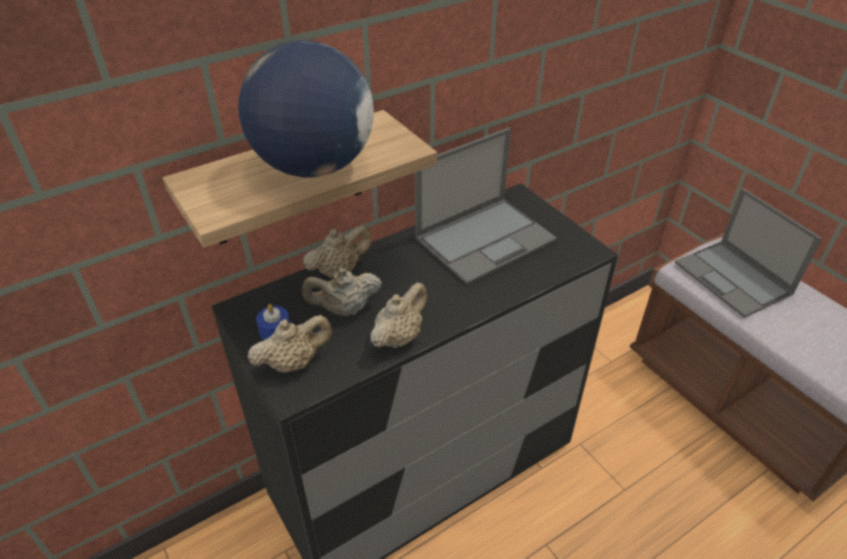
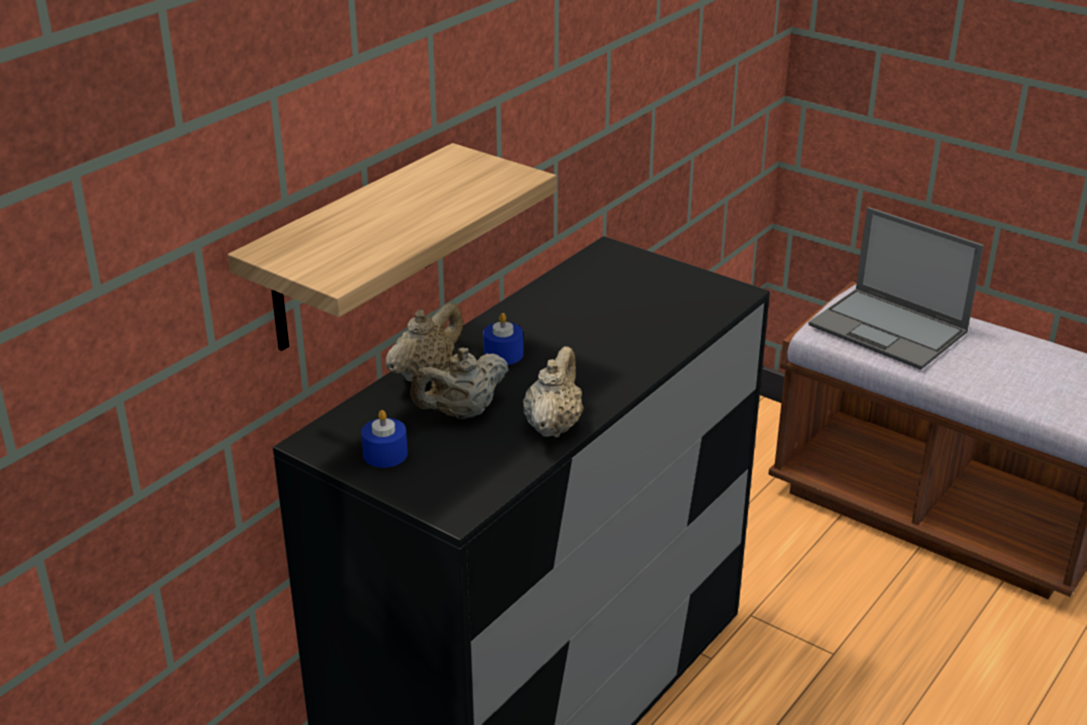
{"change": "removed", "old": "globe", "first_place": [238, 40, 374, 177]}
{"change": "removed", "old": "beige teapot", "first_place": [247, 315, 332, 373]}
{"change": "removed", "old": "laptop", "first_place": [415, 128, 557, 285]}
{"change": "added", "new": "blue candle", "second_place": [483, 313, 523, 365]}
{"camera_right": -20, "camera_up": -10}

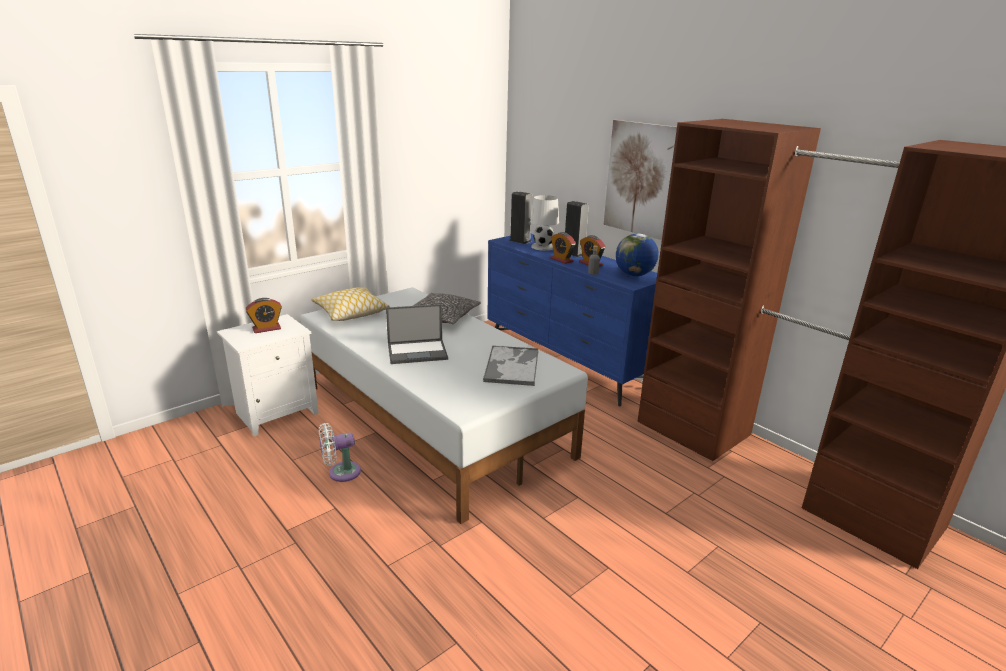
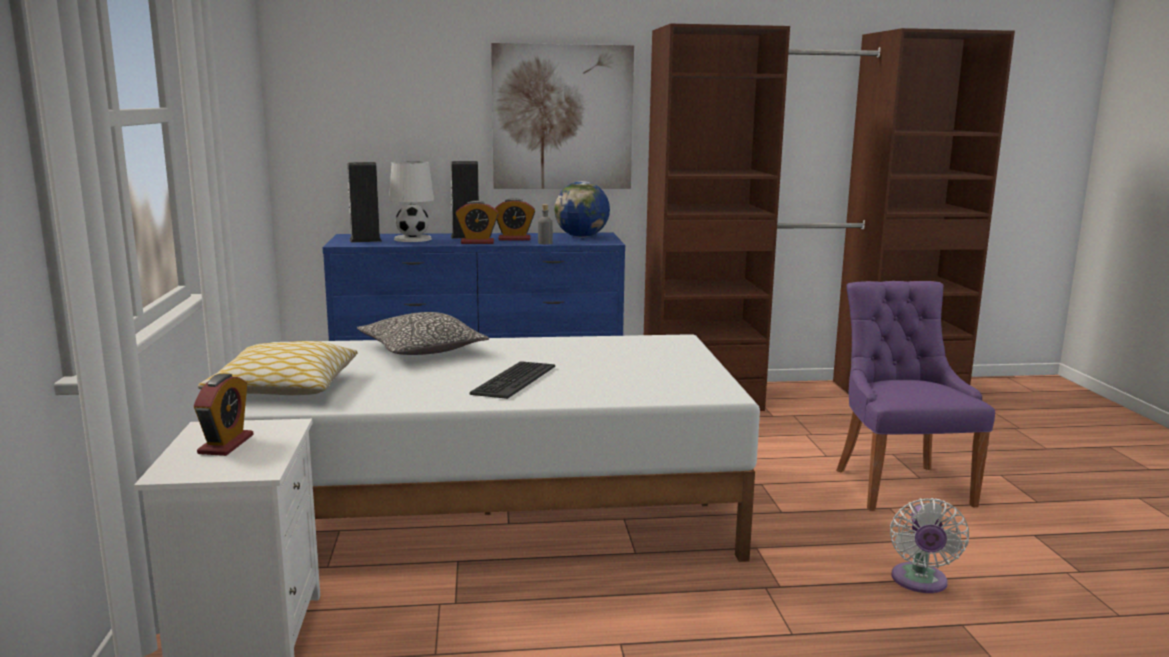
{"change": "removed", "old": "tray", "first_place": [483, 346, 539, 386]}
{"change": "added", "new": "purple chair", "second_place": [836, 281, 995, 511]}
{"change": "moved", "old": "white fan", "first_place": [319, 423, 361, 482], "second_place": [890, 498, 969, 593]}
{"change": "replaced", "old": "laptop", "new": "keyboard", "first_place": [386, 304, 448, 364], "second_place": [470, 361, 555, 399]}
{"camera_right": -55, "camera_up": -10}

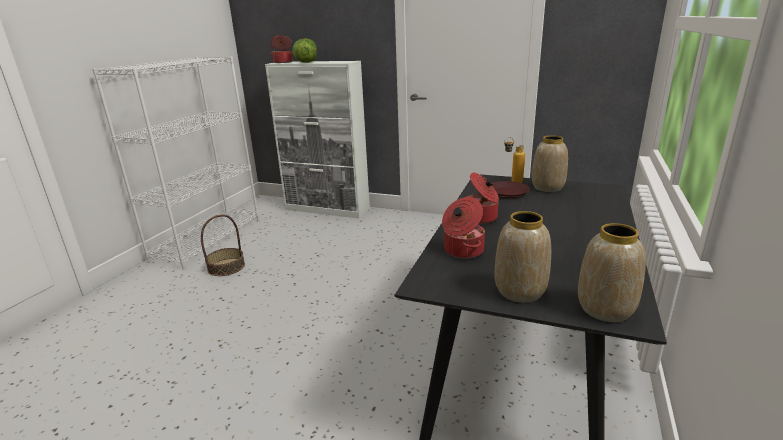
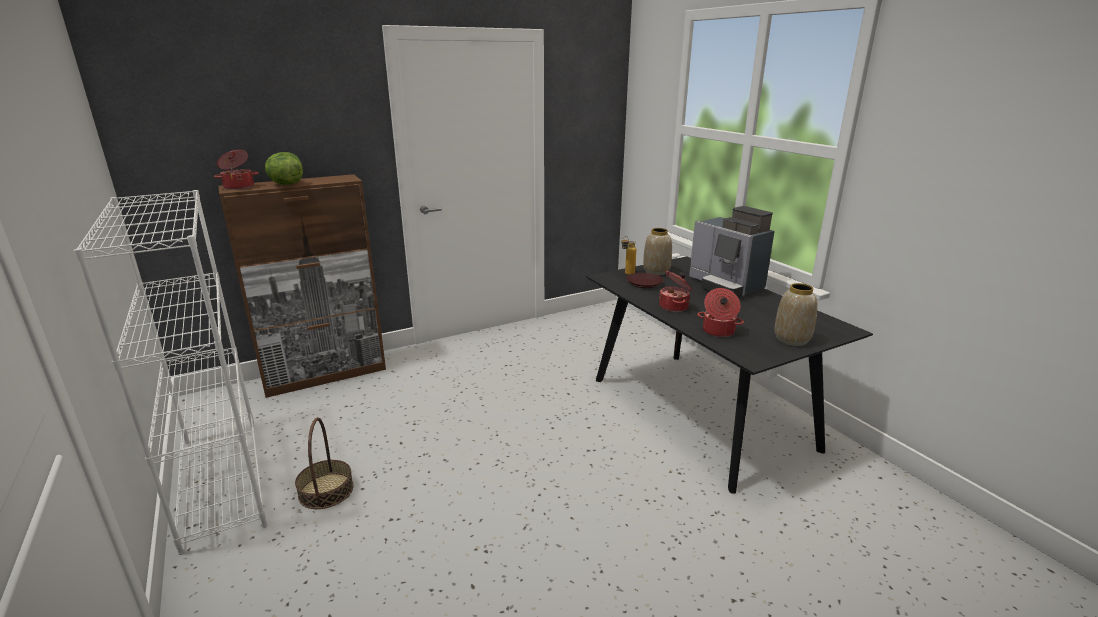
{"change": "removed", "old": "vase", "first_place": [578, 223, 646, 322]}
{"change": "added", "new": "coffee machine", "second_place": [689, 206, 775, 297]}
{"change": "recoloured", "old": "white cabinet", "new": "brown cabinet", "first_place": [265, 61, 370, 218], "second_place": [219, 174, 386, 398]}
{"camera_right": -50, "camera_up": 0}

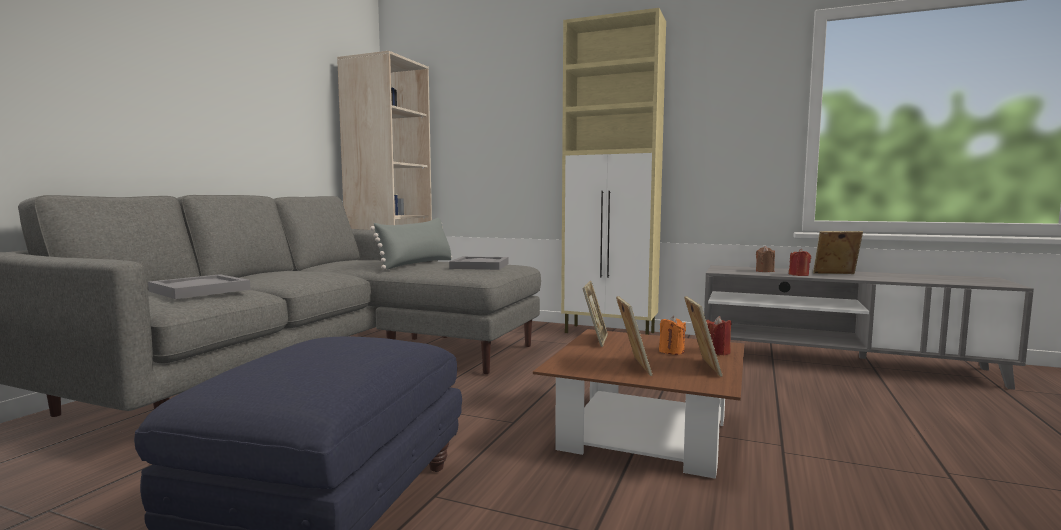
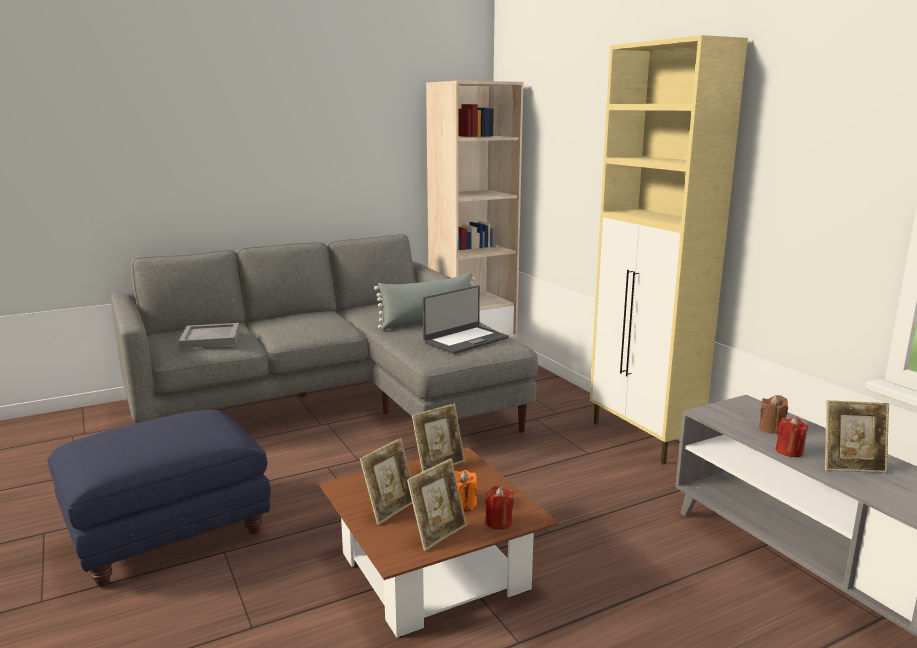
{"change": "replaced", "old": "grey tray", "new": "laptop", "first_place": [449, 256, 508, 270], "second_place": [423, 285, 509, 354]}
{"change": "turned", "old": "picture frame", "first_place": [813, 231, 863, 274], "second_place": [825, 400, 889, 473], "degrees": 135}
{"camera_right": 40, "camera_up": 10}

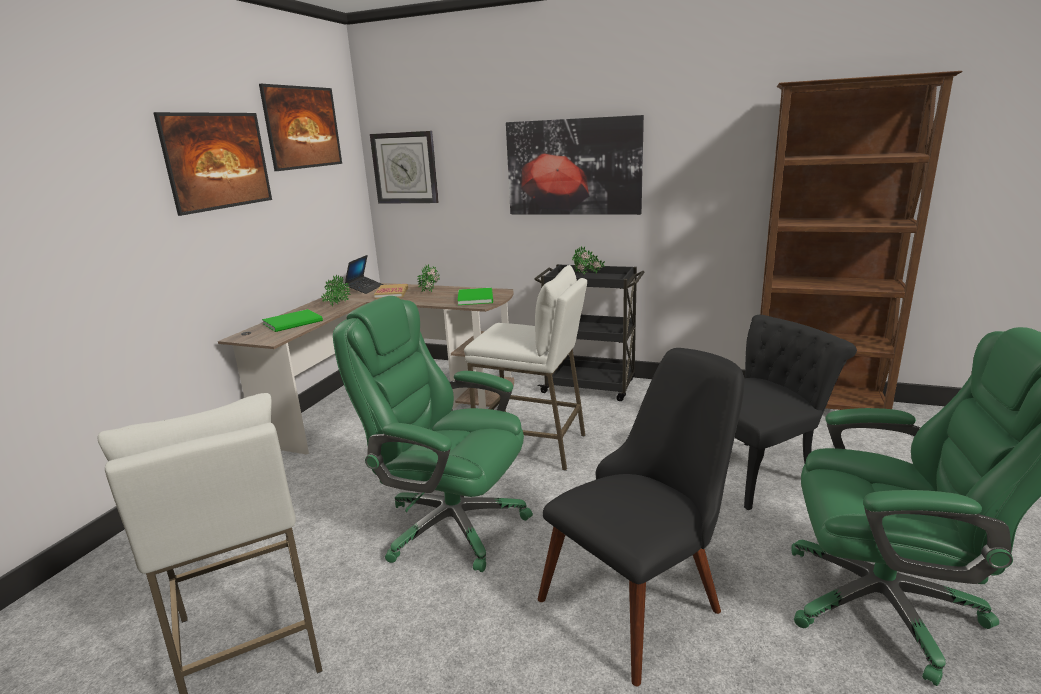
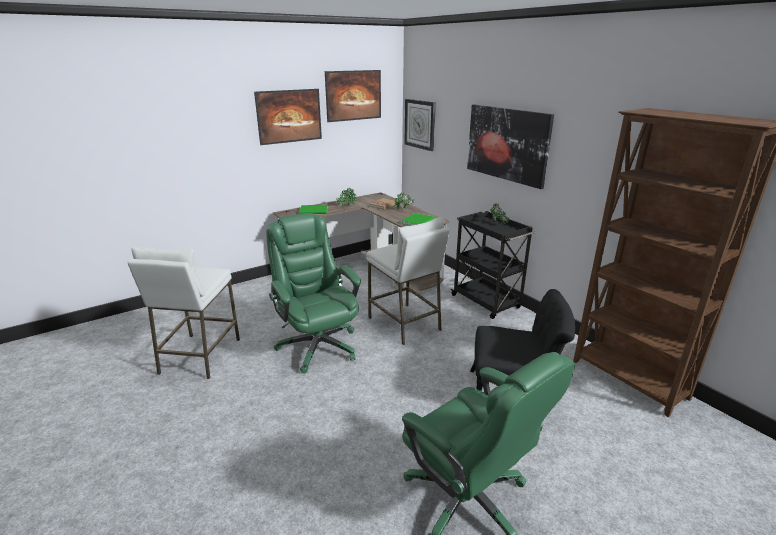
{"change": "removed", "old": "laptop", "first_place": [344, 255, 383, 294]}
{"change": "removed", "old": "black chair", "first_place": [538, 348, 744, 686]}
{"camera_right": 35, "camera_up": 5}

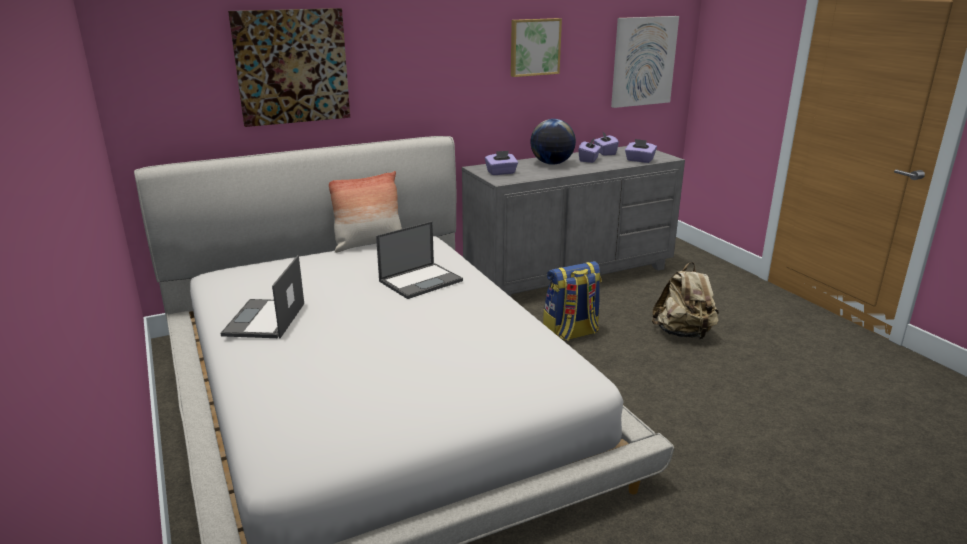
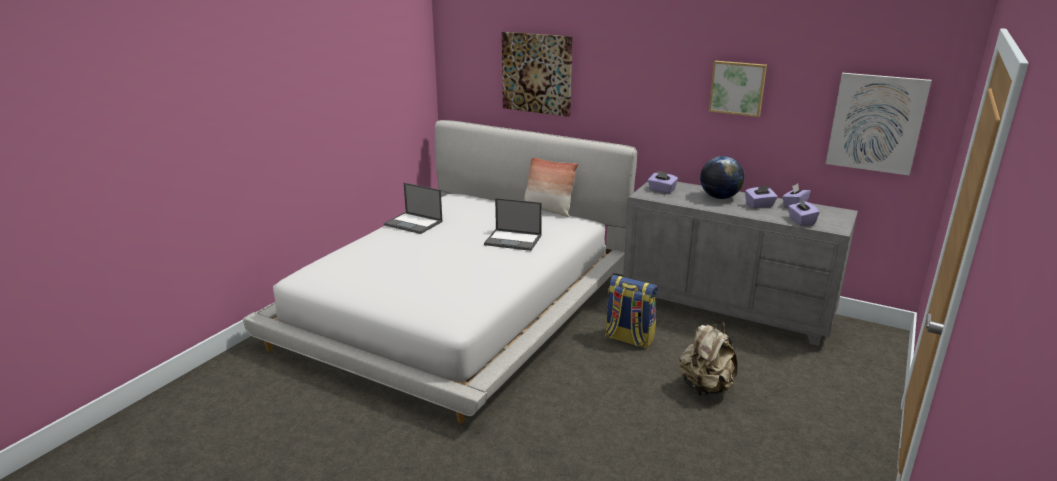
{"change": "turned", "old": "laptop", "first_place": [221, 255, 304, 338], "second_place": [384, 183, 443, 234], "degrees": -120}
{"camera_right": 55, "camera_up": 0}

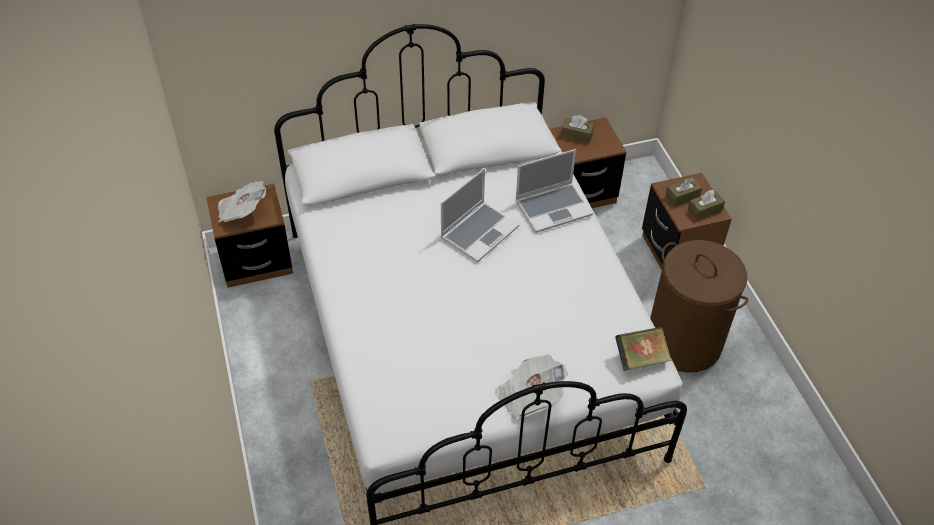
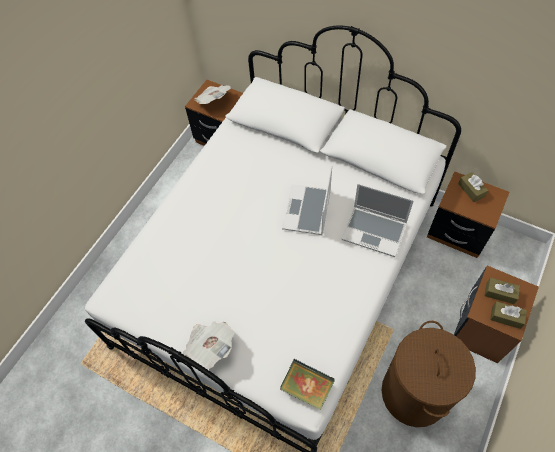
{"change": "turned", "old": "laptop", "first_place": [441, 168, 519, 262], "second_place": [282, 166, 332, 235], "degrees": 105}
{"camera_right": 50, "camera_up": 10}

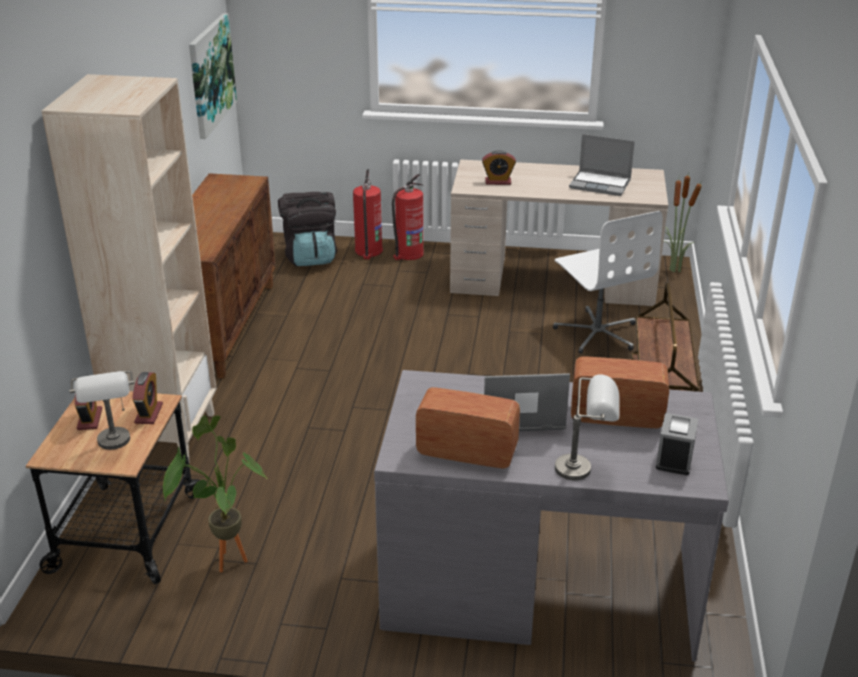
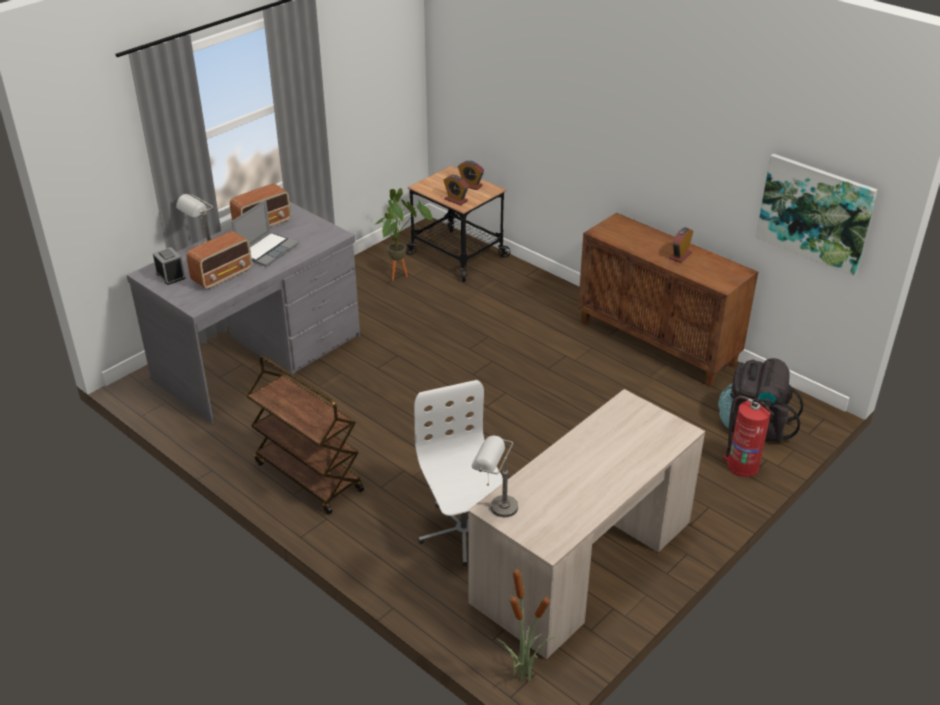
{"change": "removed", "old": "beige bookcase", "first_place": [42, 74, 217, 460]}
{"change": "removed", "old": "fire extinguisher", "first_place": [392, 174, 424, 260]}
{"change": "removed", "old": "laptop", "first_place": [569, 134, 635, 196]}
{"change": "moved", "old": "grey table lamp", "first_place": [69, 371, 134, 450], "second_place": [472, 436, 518, 517]}
{"change": "moved", "old": "alarm clock", "first_place": [482, 150, 516, 185], "second_place": [669, 227, 693, 263]}
{"change": "turned", "old": "white office chair", "first_place": [553, 211, 663, 354], "second_place": [414, 380, 503, 567], "degrees": 60}
{"camera_right": 125, "camera_up": 5}

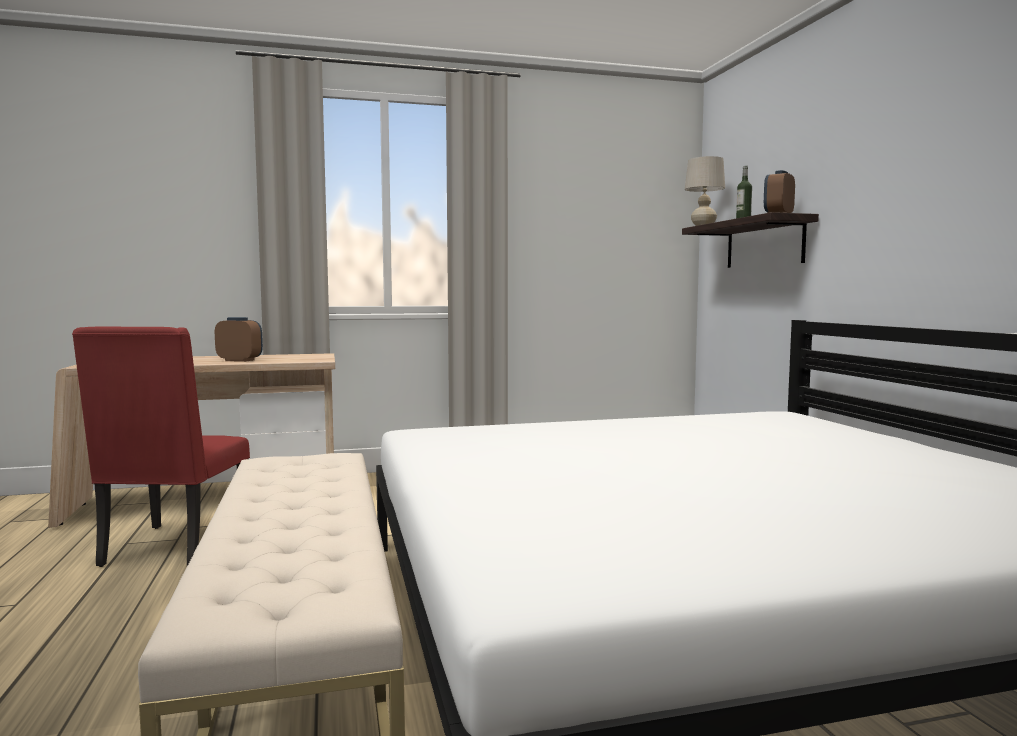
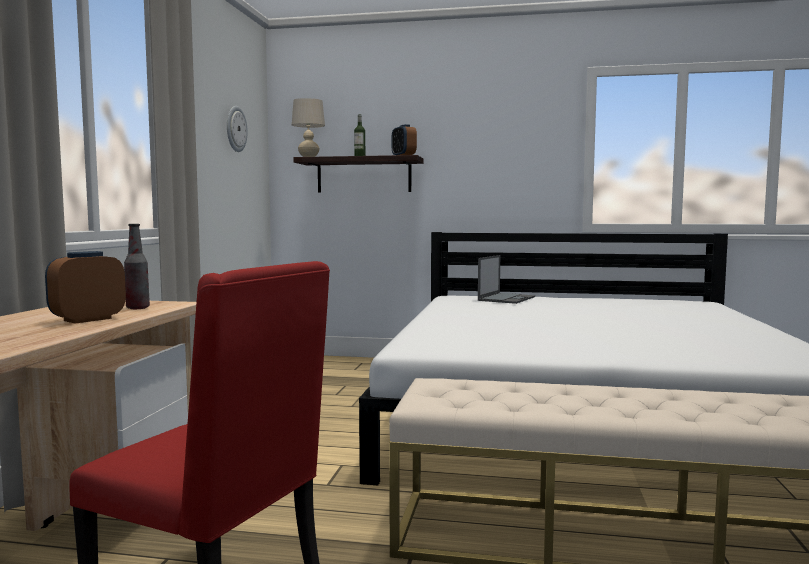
{"change": "added", "new": "bottle", "second_place": [124, 224, 150, 309]}
{"change": "added", "new": "wall clock", "second_place": [227, 106, 248, 152]}
{"change": "added", "new": "laptop", "second_place": [478, 255, 535, 304]}
{"camera_right": -65, "camera_up": 0}

